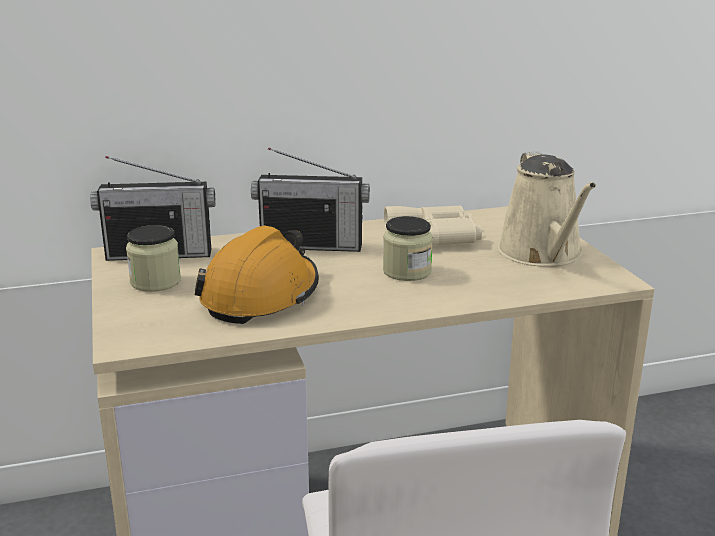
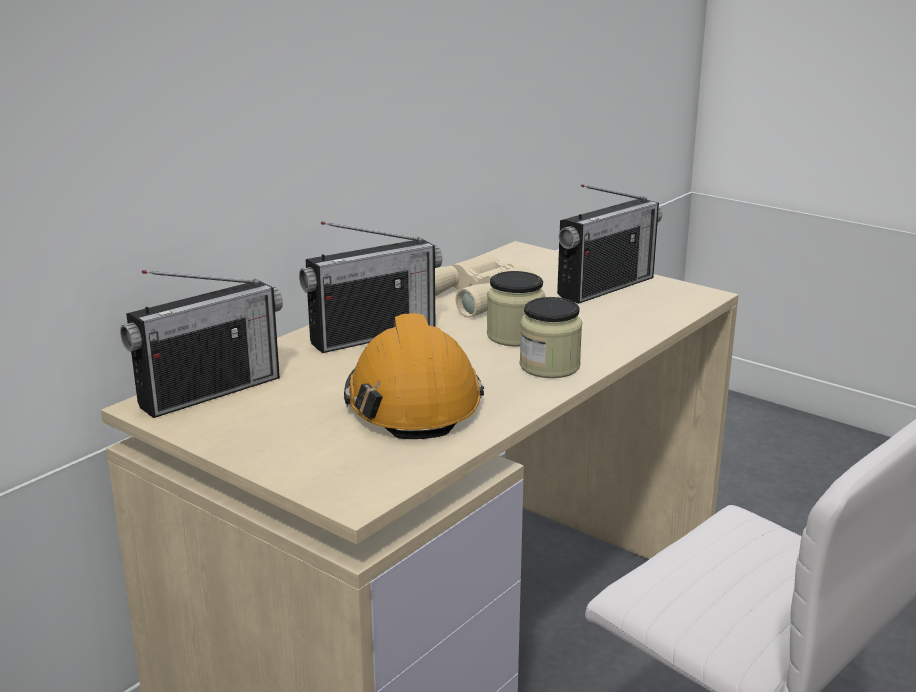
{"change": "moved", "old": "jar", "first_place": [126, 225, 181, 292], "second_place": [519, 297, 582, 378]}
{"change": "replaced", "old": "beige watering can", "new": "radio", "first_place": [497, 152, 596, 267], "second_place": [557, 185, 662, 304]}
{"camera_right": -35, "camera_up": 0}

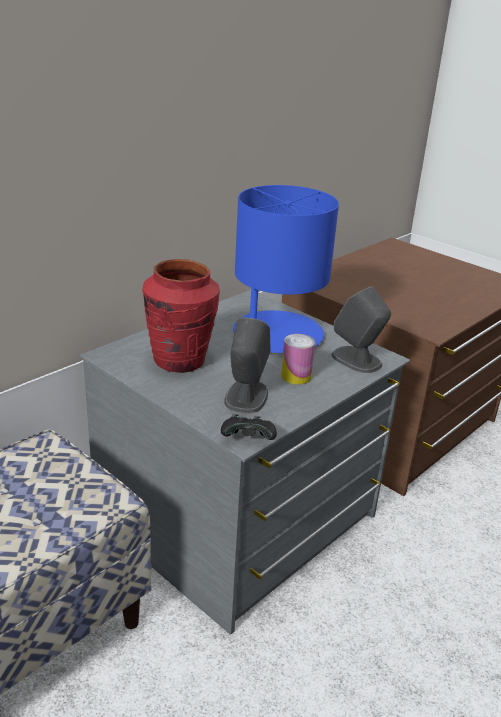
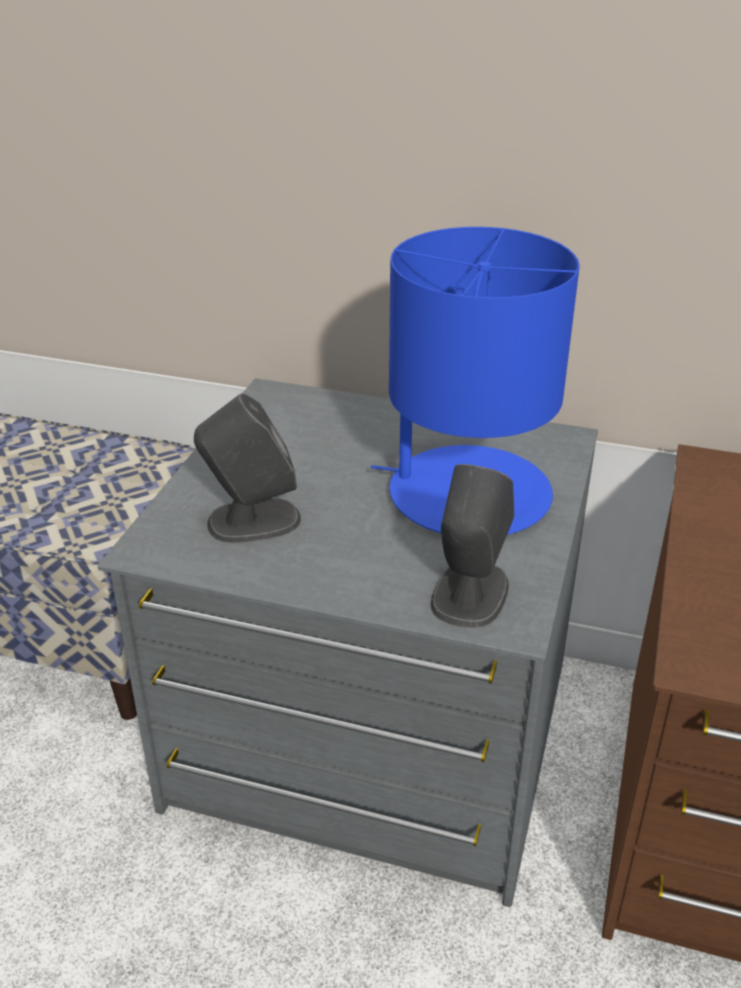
{"change": "removed", "old": "red vase", "first_place": [142, 259, 220, 373]}
{"change": "removed", "old": "black game controller", "first_place": [221, 414, 277, 440]}
{"change": "removed", "old": "can", "first_place": [281, 334, 315, 385]}
{"camera_right": 65, "camera_up": 5}

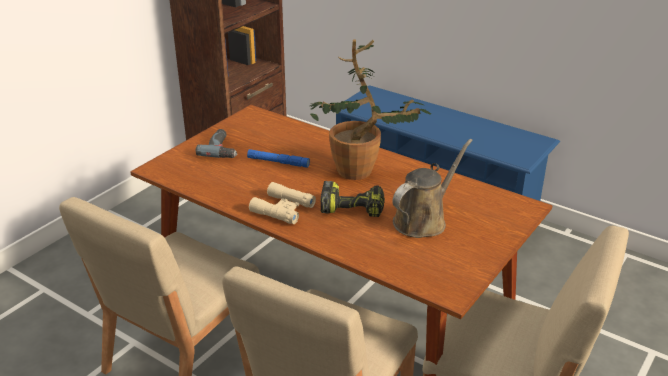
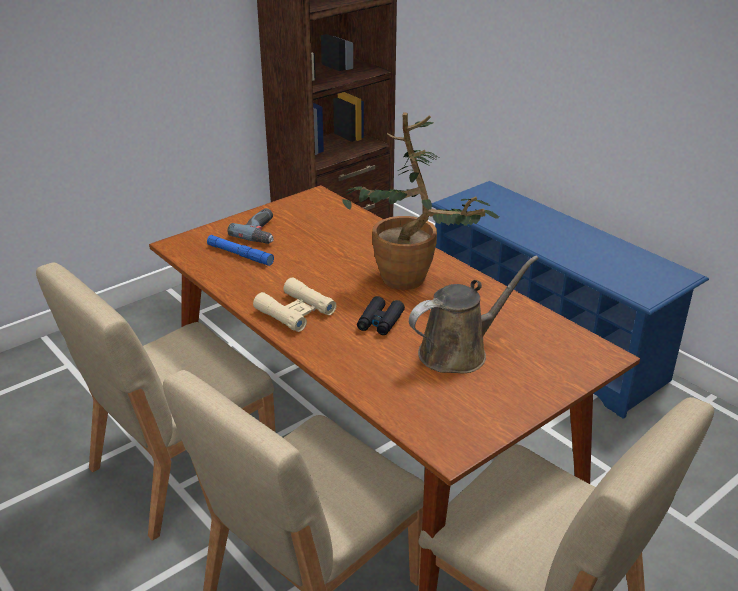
{"change": "moved", "old": "blue flashlight", "first_place": [247, 149, 310, 168], "second_place": [207, 235, 274, 266]}
{"change": "replaced", "old": "power drill", "new": "black binoculars", "first_place": [320, 181, 385, 217], "second_place": [357, 296, 405, 335]}
{"camera_right": 15, "camera_up": 0}

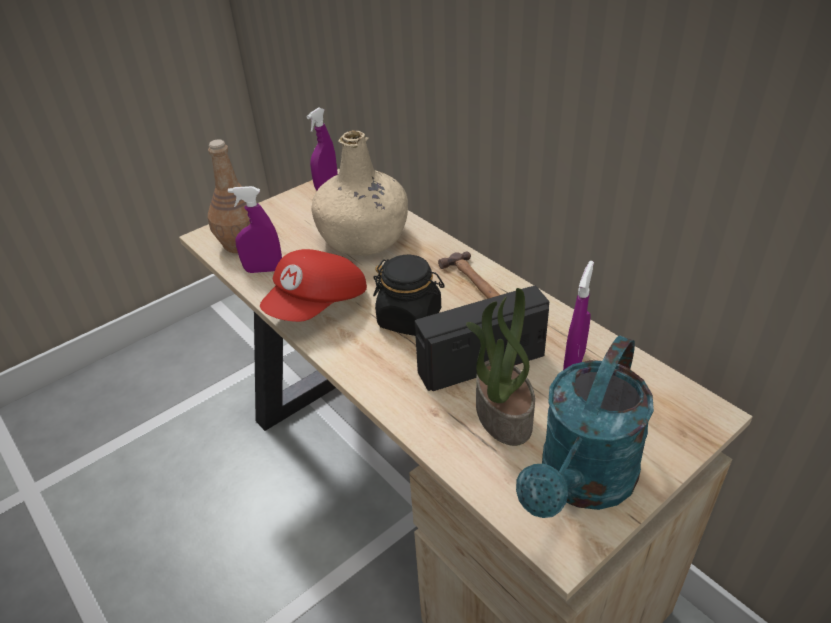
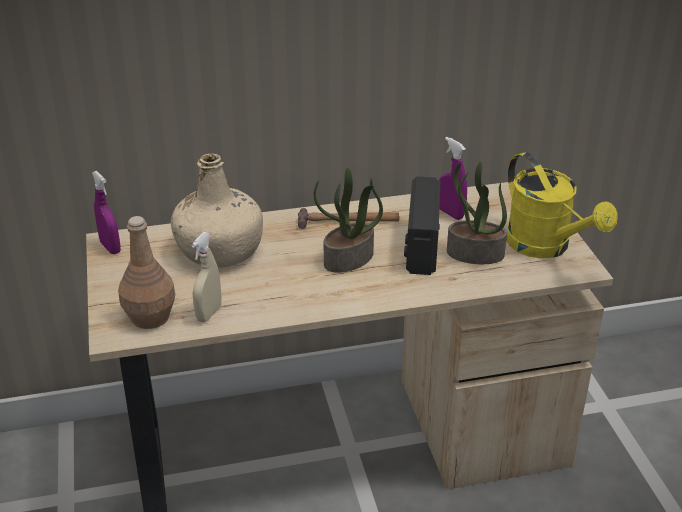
{"change": "removed", "old": "red cap", "first_place": [260, 249, 367, 322]}
{"change": "replaced", "old": "black jar", "new": "potted plant", "first_place": [373, 255, 445, 336], "second_place": [314, 168, 383, 273]}
{"change": "recoloured", "old": "purple spray bottle", "new": "beige spray bottle", "first_place": [228, 186, 282, 273], "second_place": [192, 232, 222, 322]}
{"change": "recoloured", "old": "turquoise watering can", "new": "yellow watering can", "first_place": [516, 336, 654, 518], "second_place": [506, 152, 618, 259]}
{"camera_right": -65, "camera_up": -5}

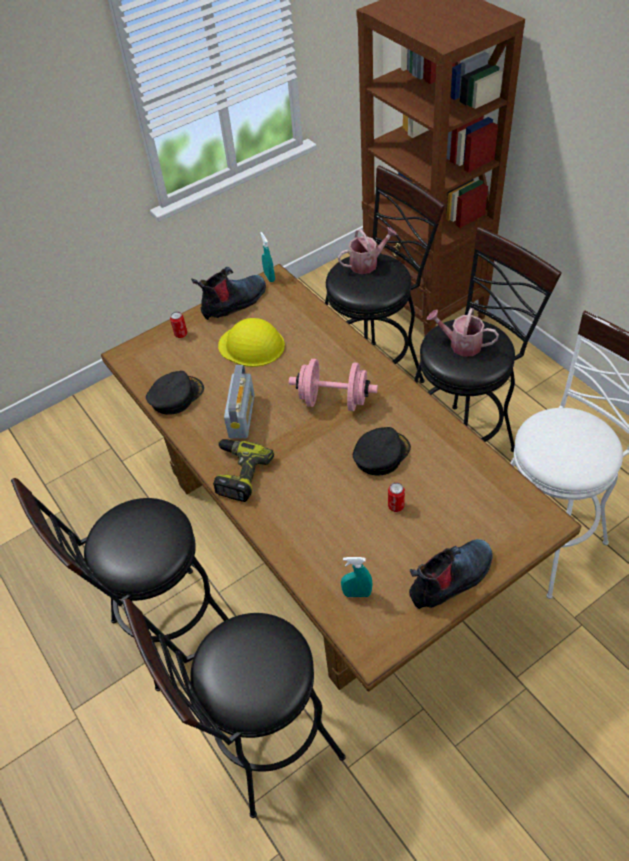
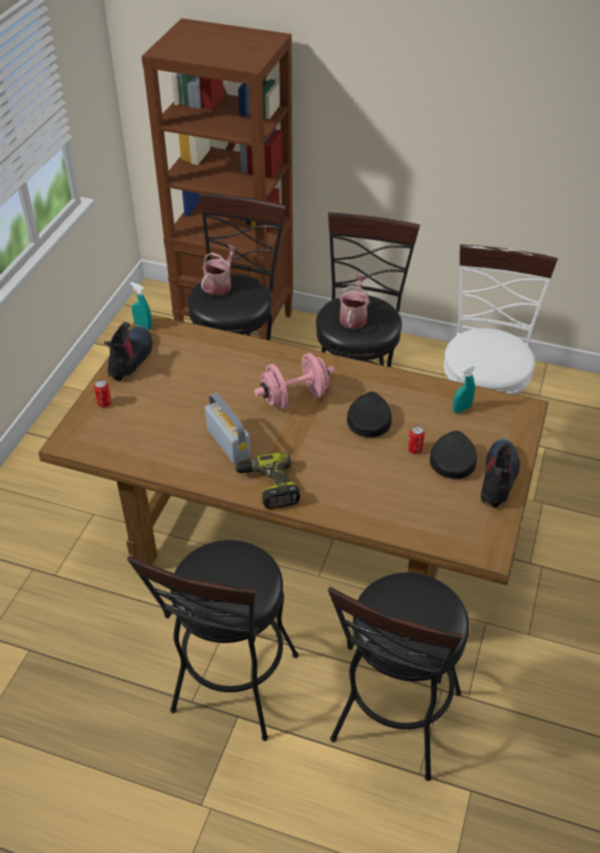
{"change": "removed", "old": "yellow hard hat", "first_place": [218, 318, 285, 367]}
{"change": "moved", "old": "black cap", "first_place": [146, 371, 204, 415], "second_place": [430, 431, 477, 479]}
{"change": "moved", "old": "turquoise spray bottle", "first_place": [341, 557, 372, 597], "second_place": [453, 365, 475, 413]}
{"change": "turned", "old": "watering can", "first_place": [427, 308, 499, 356], "second_place": [339, 275, 370, 329], "degrees": 120}
{"camera_right": -40, "camera_up": -5}

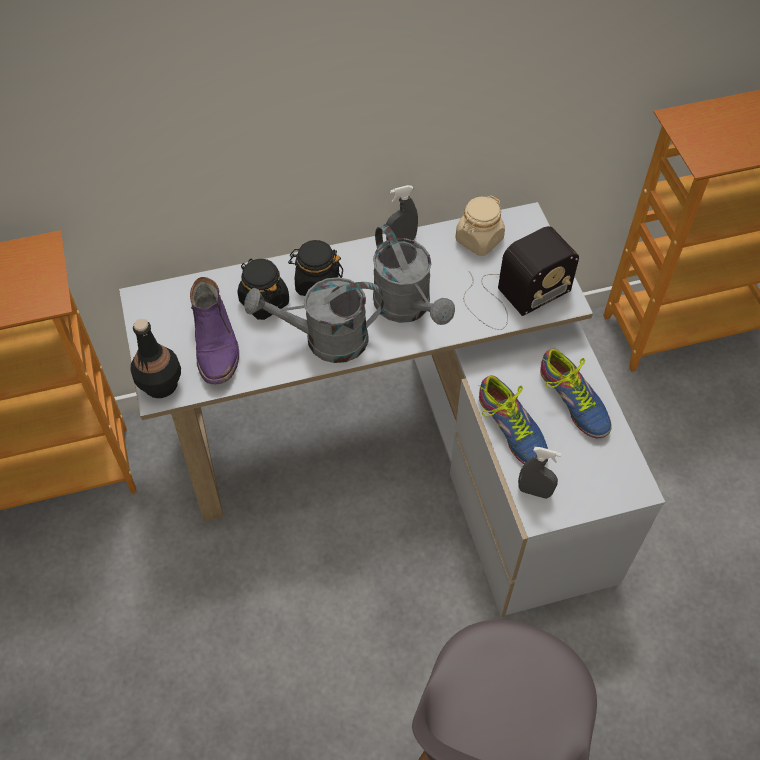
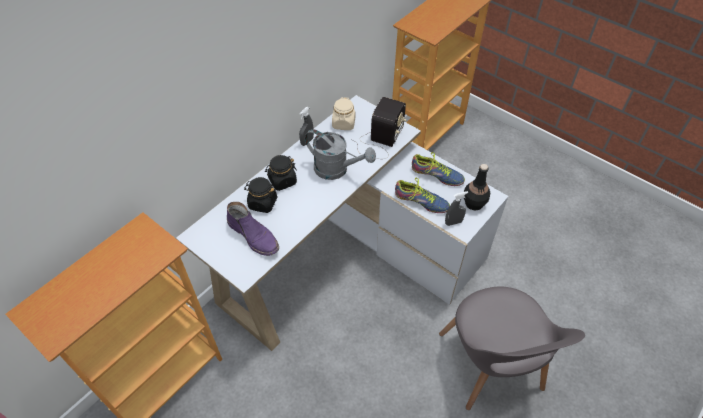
{"change": "removed", "old": "grey watering can", "first_place": [244, 277, 384, 363]}
{"change": "moved", "old": "black bottle", "first_place": [130, 319, 181, 398], "second_place": [464, 164, 490, 210]}
{"camera_right": -35, "camera_up": -5}

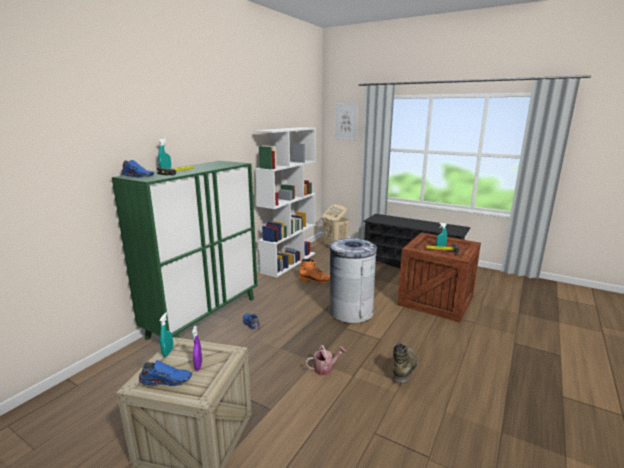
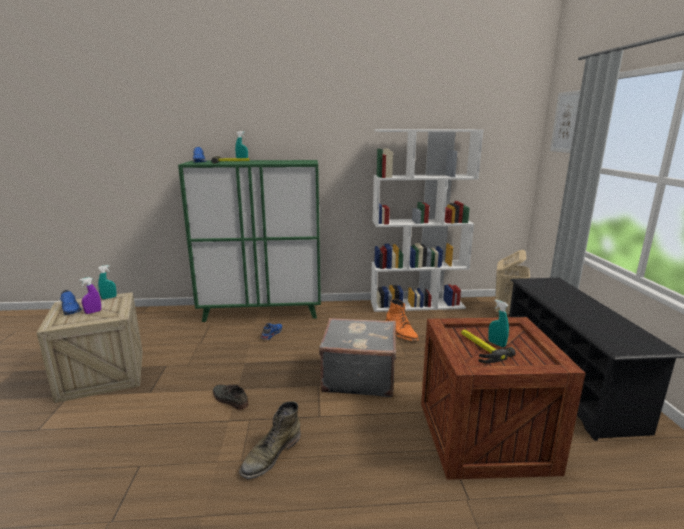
{"change": "replaced", "old": "watering can", "new": "grey shoe", "first_place": [306, 345, 346, 375], "second_place": [213, 384, 248, 410]}
{"change": "replaced", "old": "grey trash can", "new": "grey suitcase", "first_place": [329, 238, 377, 323], "second_place": [319, 318, 396, 397]}
{"change": "turned", "old": "green boot", "first_place": [393, 343, 418, 384], "second_place": [239, 401, 301, 479], "degrees": 135}
{"camera_right": 55, "camera_up": 0}

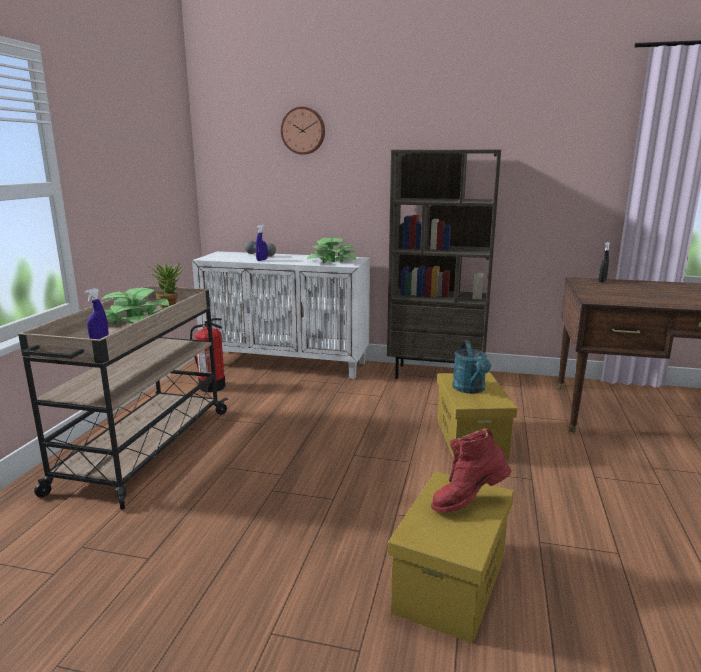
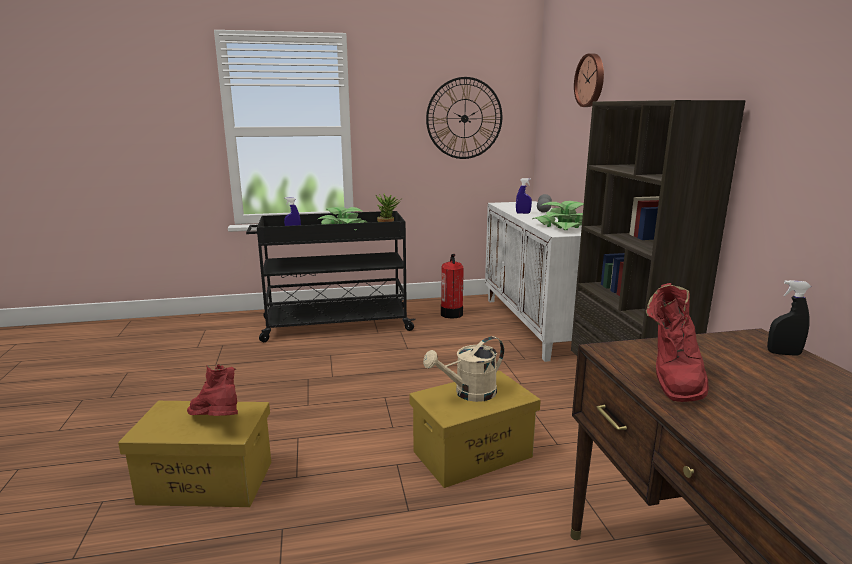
{"change": "added", "new": "wall clock", "second_place": [426, 77, 502, 159]}
{"change": "added", "new": "red boot", "second_place": [646, 283, 708, 402]}
{"change": "recoloured", "old": "beige cart", "new": "black cart", "first_place": [18, 286, 229, 510], "second_place": [246, 211, 416, 342]}
{"change": "recoloured", "old": "turquoise watering can", "new": "beige watering can", "first_place": [452, 340, 491, 394], "second_place": [423, 336, 504, 402]}
{"camera_right": 65, "camera_up": 0}

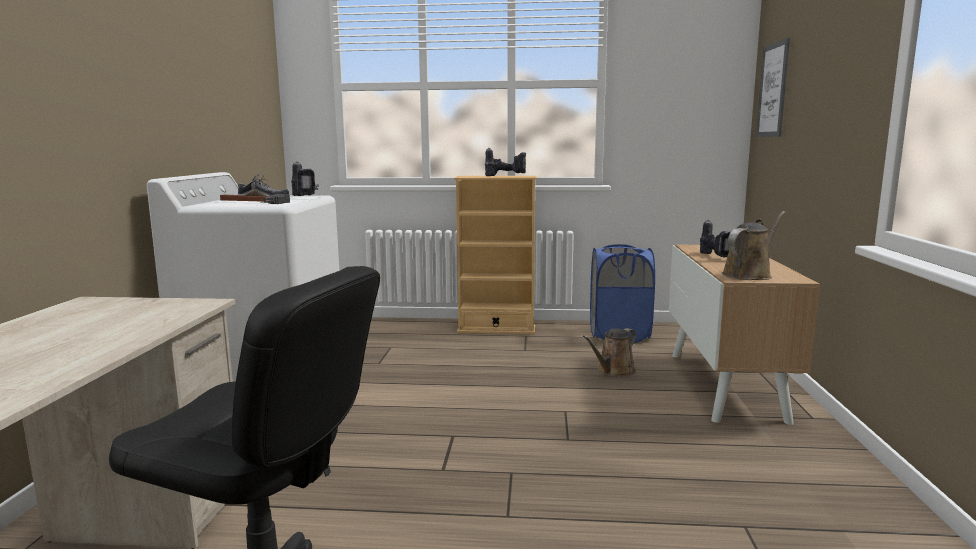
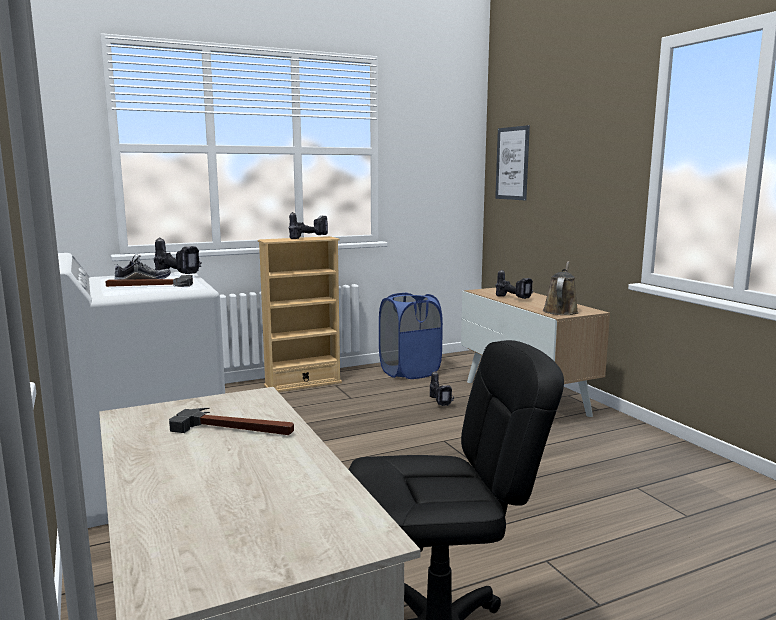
{"change": "added", "new": "hammer", "second_place": [169, 408, 294, 435]}
{"change": "replaced", "old": "brown watering can", "new": "power drill", "first_place": [583, 328, 636, 377], "second_place": [430, 371, 454, 406]}
{"camera_right": -30, "camera_up": 0}

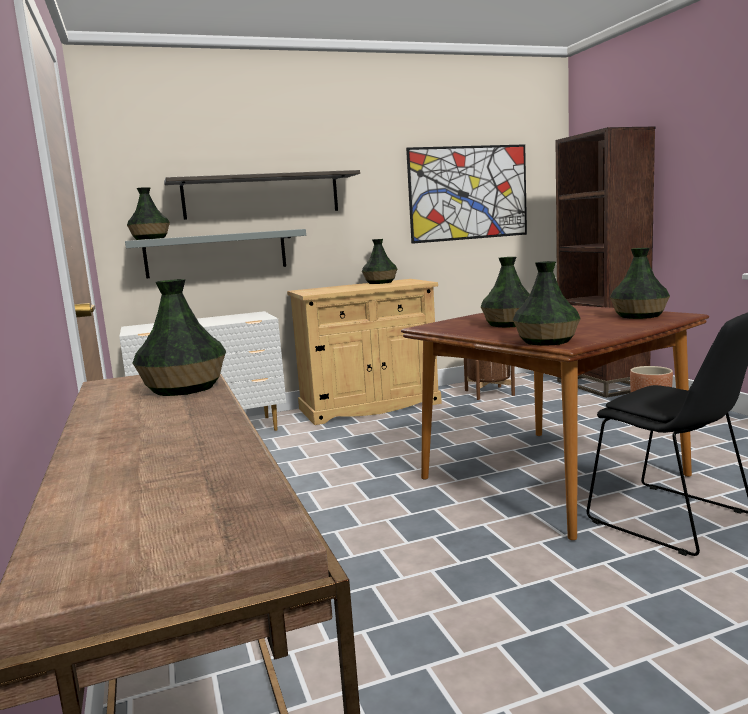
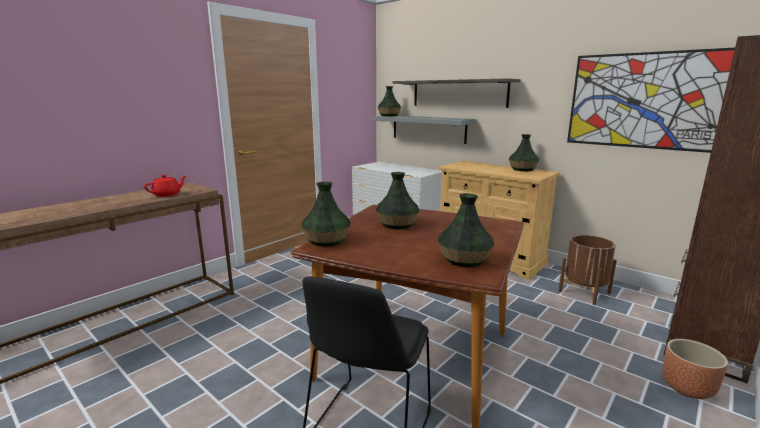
{"change": "replaced", "old": "vase", "new": "red teapot", "first_place": [132, 279, 226, 396], "second_place": [144, 175, 186, 197]}
{"camera_right": 60, "camera_up": 5}

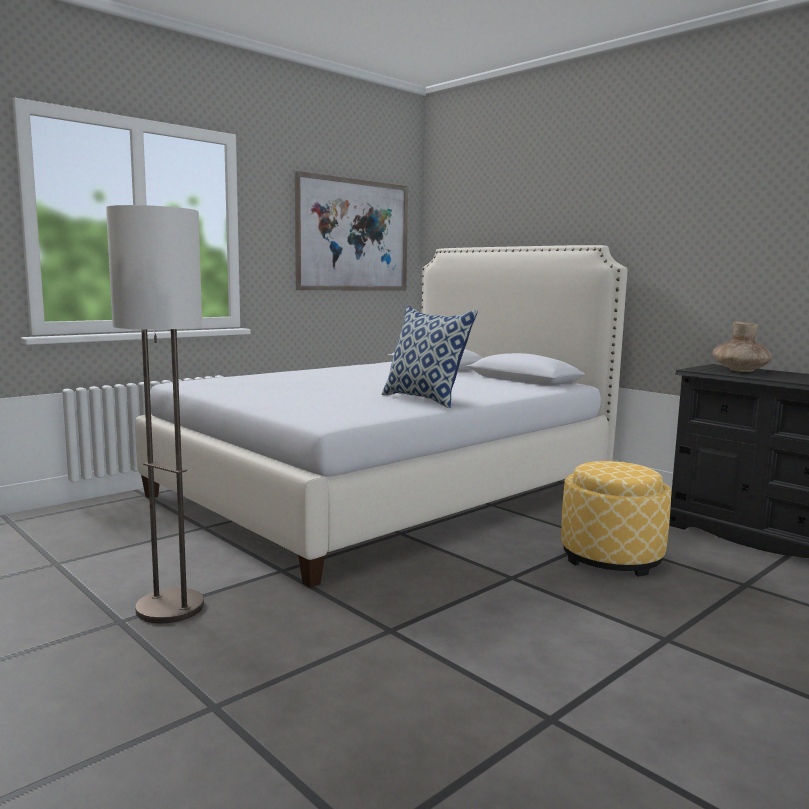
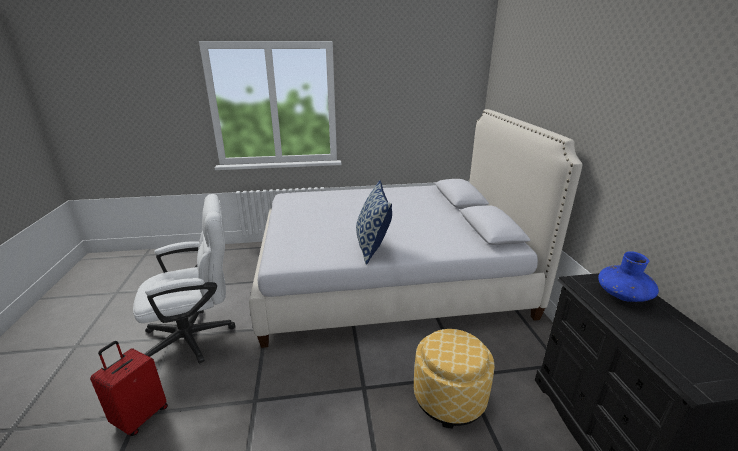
{"change": "removed", "old": "picture", "first_place": [295, 171, 408, 290]}
{"change": "added", "new": "red suitcase", "second_place": [90, 341, 168, 436]}
{"change": "replaced", "old": "floor lamp", "new": "white office chair", "first_place": [106, 205, 204, 623], "second_place": [133, 194, 235, 364]}
{"change": "recoloured", "old": "brown vase", "new": "blue vase", "first_place": [713, 322, 772, 372], "second_place": [598, 251, 659, 302]}
{"camera_right": 35, "camera_up": 15}

